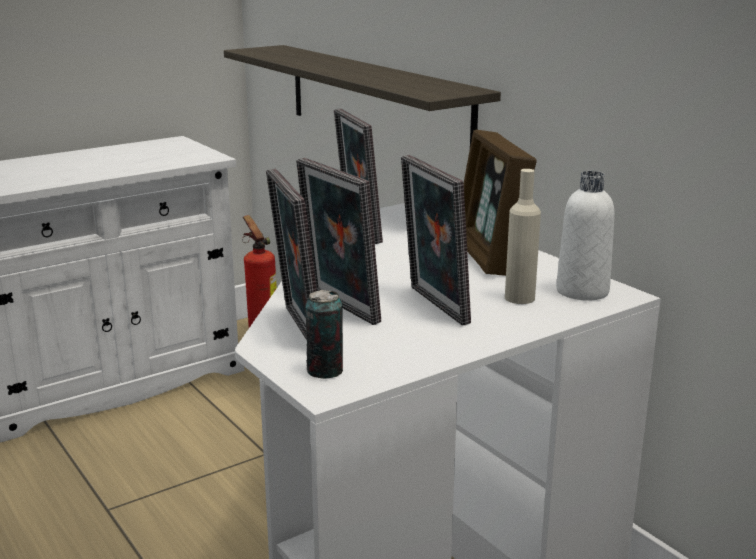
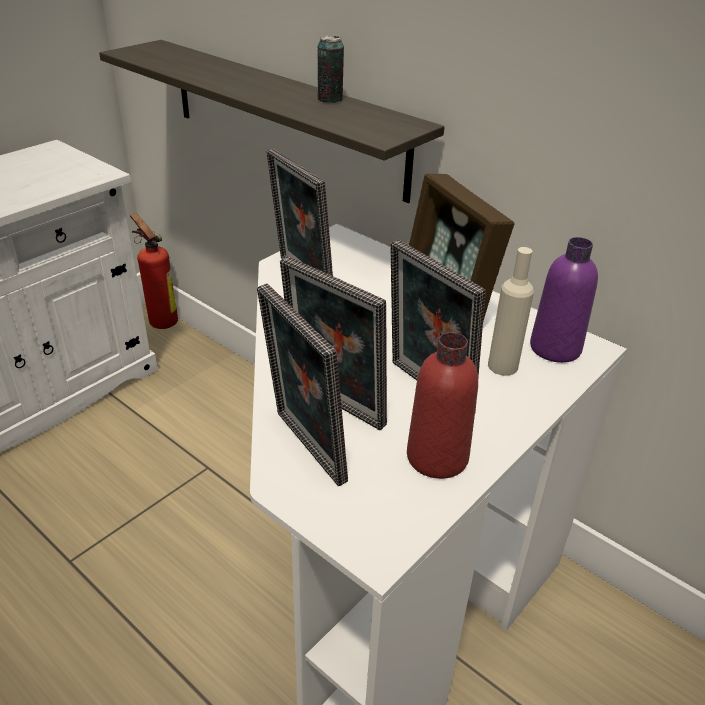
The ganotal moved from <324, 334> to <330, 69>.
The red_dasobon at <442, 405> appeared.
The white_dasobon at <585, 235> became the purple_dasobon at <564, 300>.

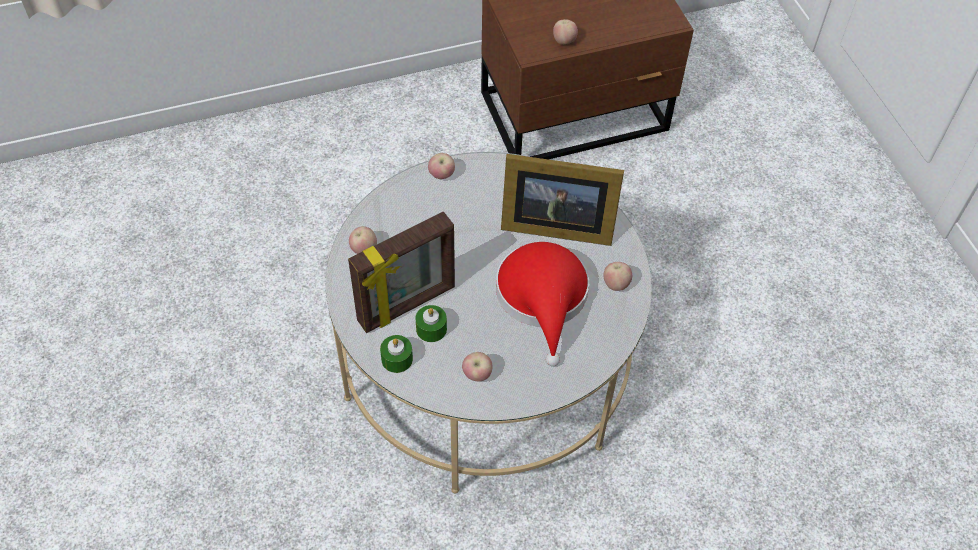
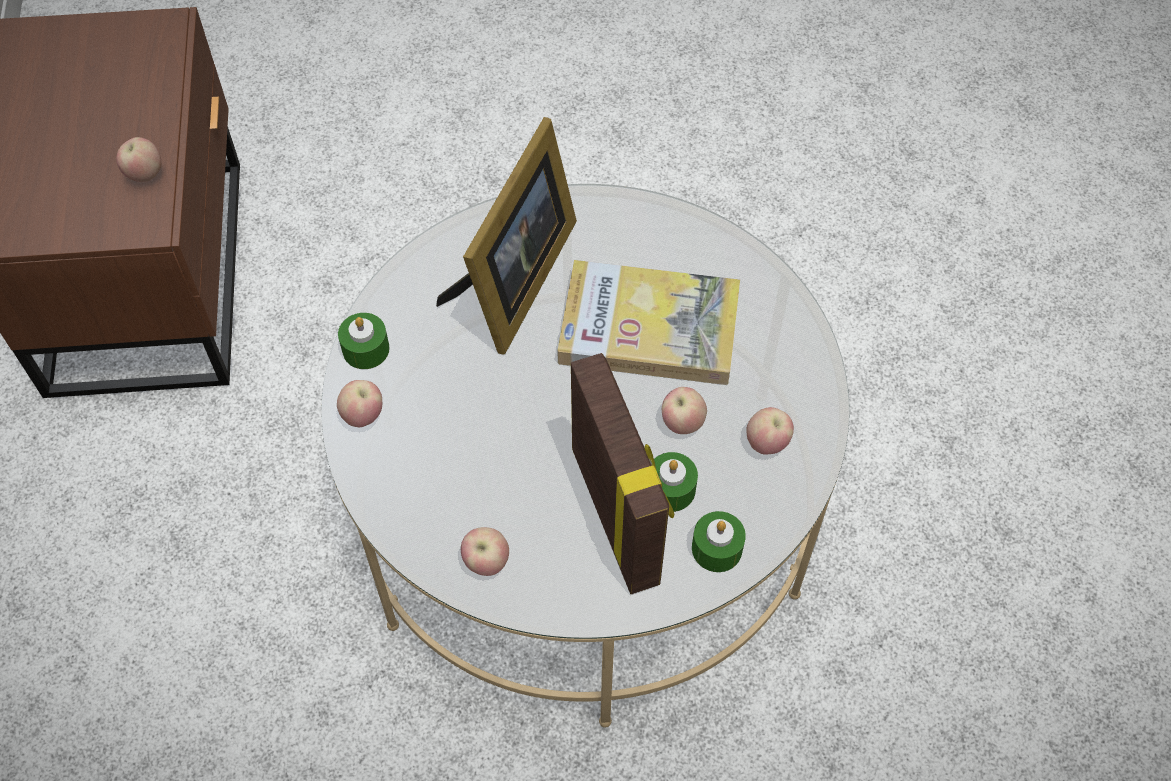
The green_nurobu at <364, 341> appeared.
The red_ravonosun at <542, 304> was replaced by the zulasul at <648, 322>.
The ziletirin moved from <617, 276> to <684, 410>.

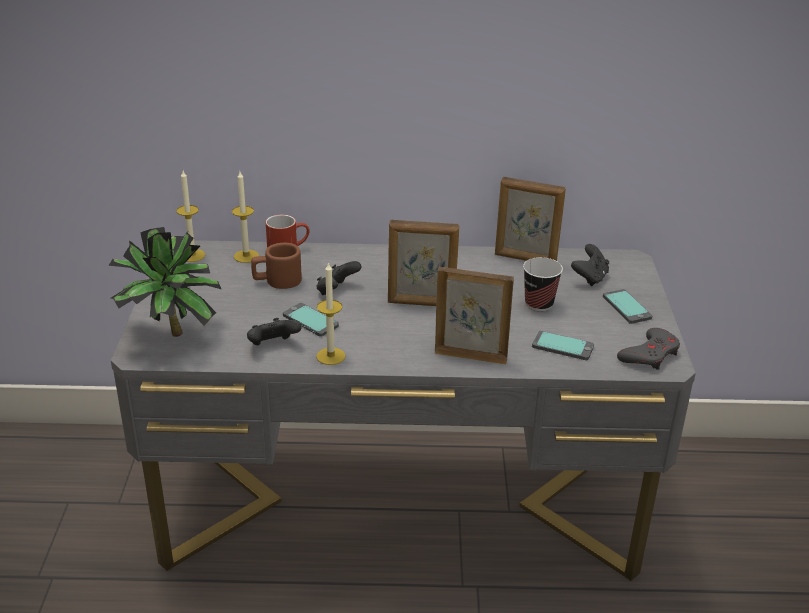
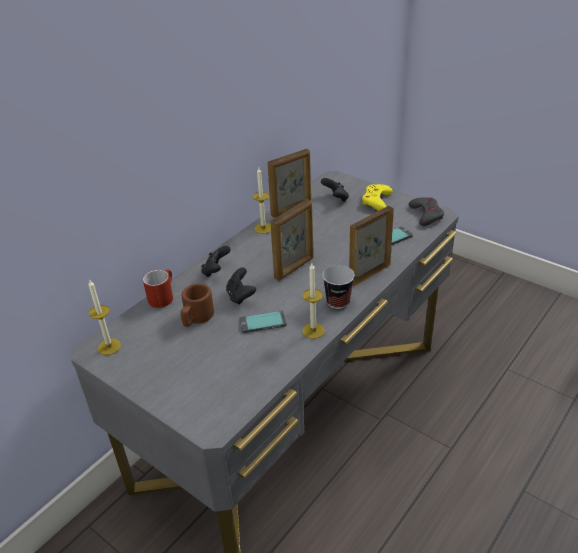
The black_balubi moved from <274, 331> to <216, 261>.
The nurobu moved from <245, 217> to <262, 201>.
The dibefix moved from <543, 284> to <338, 287>.
The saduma at <627, 306> was replaced by the yellow_balubi at <377, 197>.
The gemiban at <165, 282> disappeared.

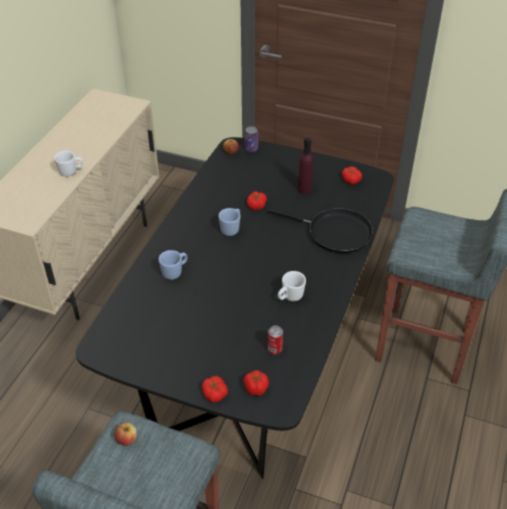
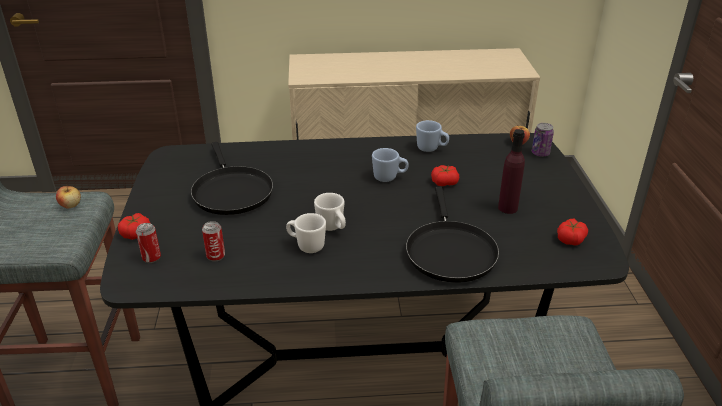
The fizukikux at <256, 383> was replaced by the ganotal at <148, 243>.
The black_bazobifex at <232, 178> appeared.
The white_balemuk moved from <69, 164> to <330, 212>.
The blue_balemuk moved from <173, 265> to <432, 136>.

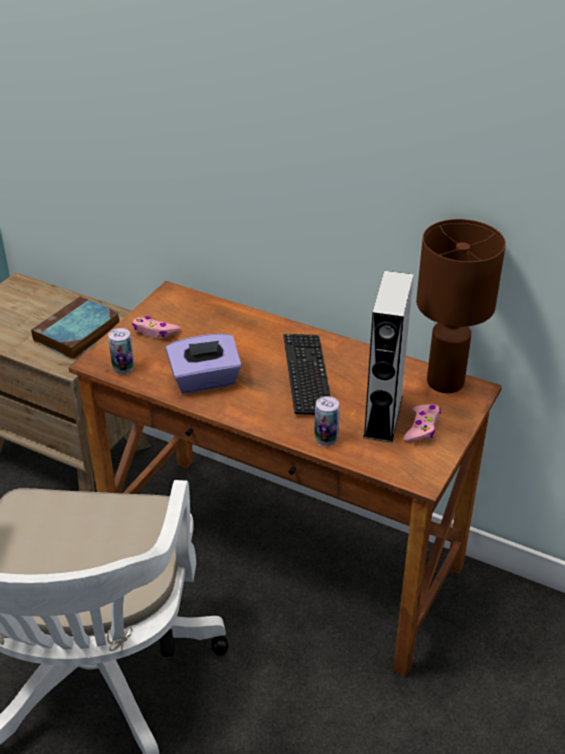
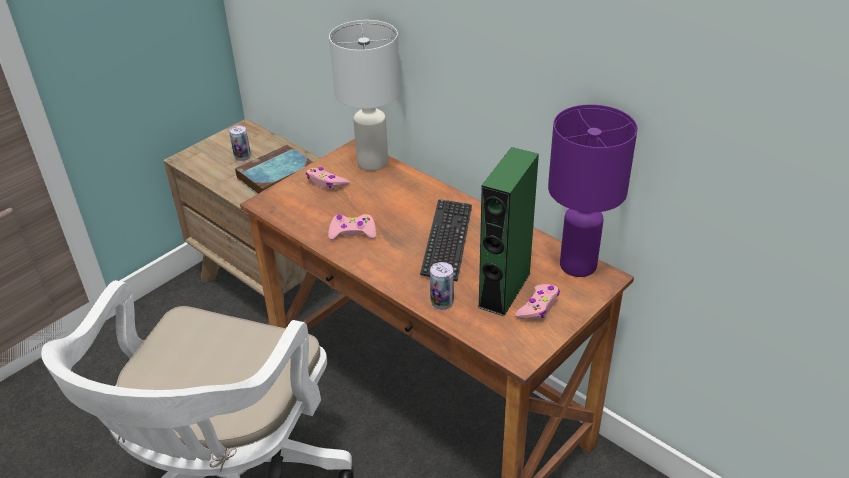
The ganotal moved from <121, 351> to <240, 143>.
The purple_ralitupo at <204, 363> was replaced by the pink_balubi at <352, 227>.
The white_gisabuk at <364, 95> appeared.
The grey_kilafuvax at <388, 357> became the green_kilafuvax at <508, 231>.
The brown_gisabuk at <461, 306> became the purple_gisabuk at <593, 190>.

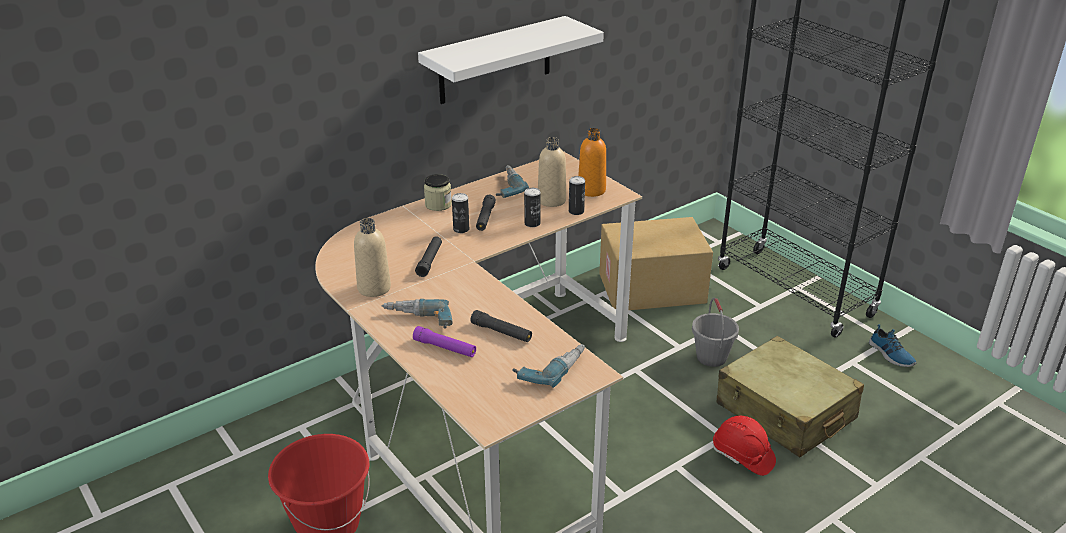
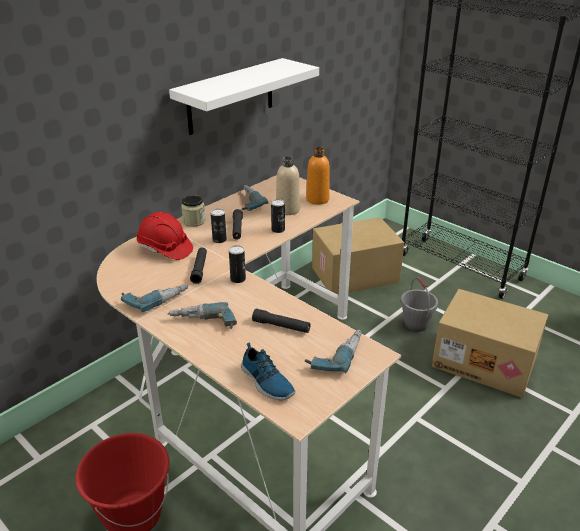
The beige_dasobon at <372, 257> was replaced by the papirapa at <155, 298>.
The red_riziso moved from <744, 446> to <165, 236>.
The ganotal moved from <577, 195> to <237, 264>.
The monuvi moved from <892, 345> to <268, 371>.
The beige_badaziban at <790, 396> was replaced by the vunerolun at <490, 343>.
The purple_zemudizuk at <444, 341> disappeared.

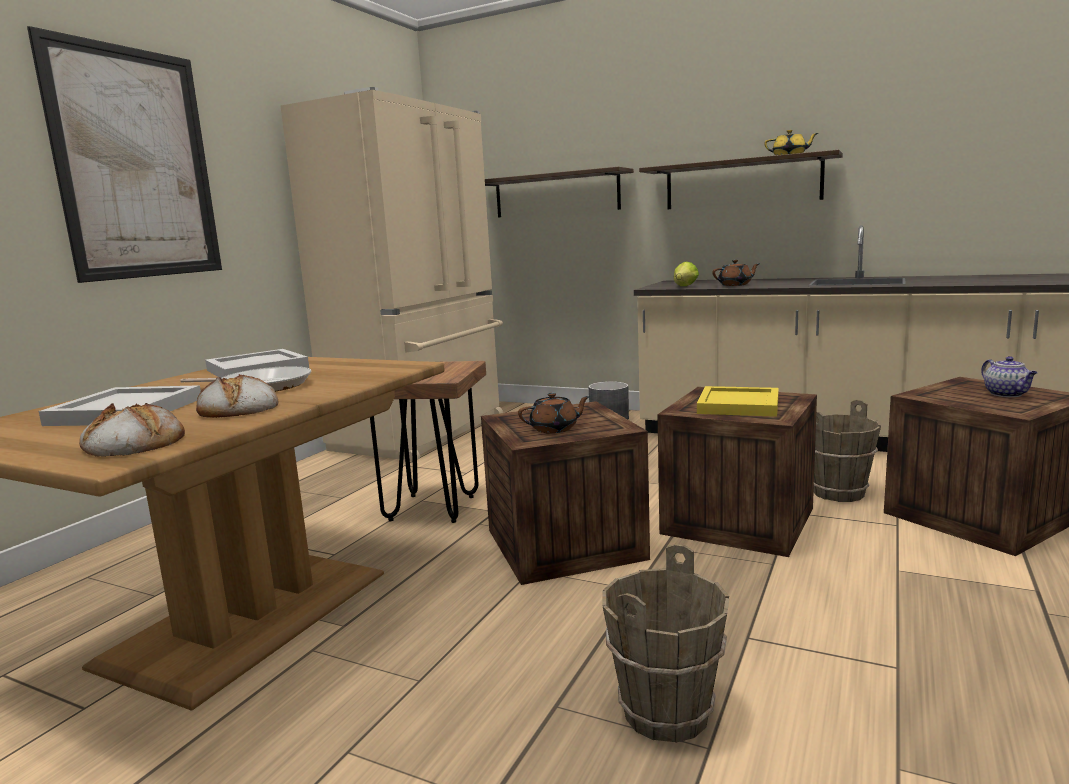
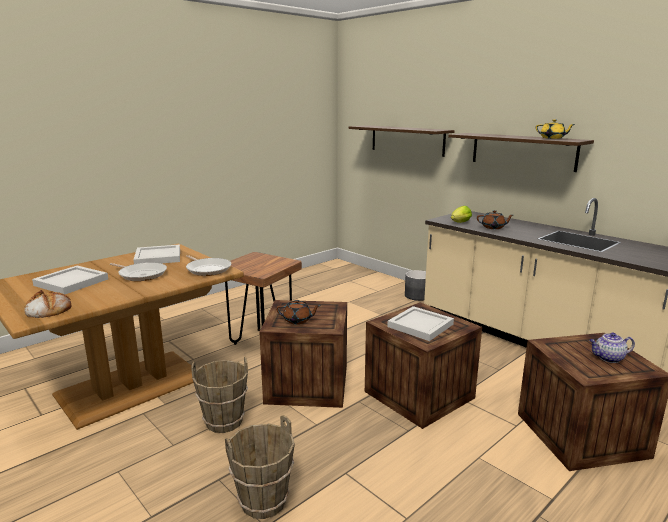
The bazobifex at <208, 265> appeared.
The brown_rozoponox moved from <847, 451> to <219, 395>.
The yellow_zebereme at <738, 401> became the white_zebereme at <420, 323>.
The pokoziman at <1009, 376> turned 75 degrees clockwise.
The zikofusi at <124, 154> disappeared.
The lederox at <237, 396> disappeared.
The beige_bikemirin at <392, 274> disappeared.

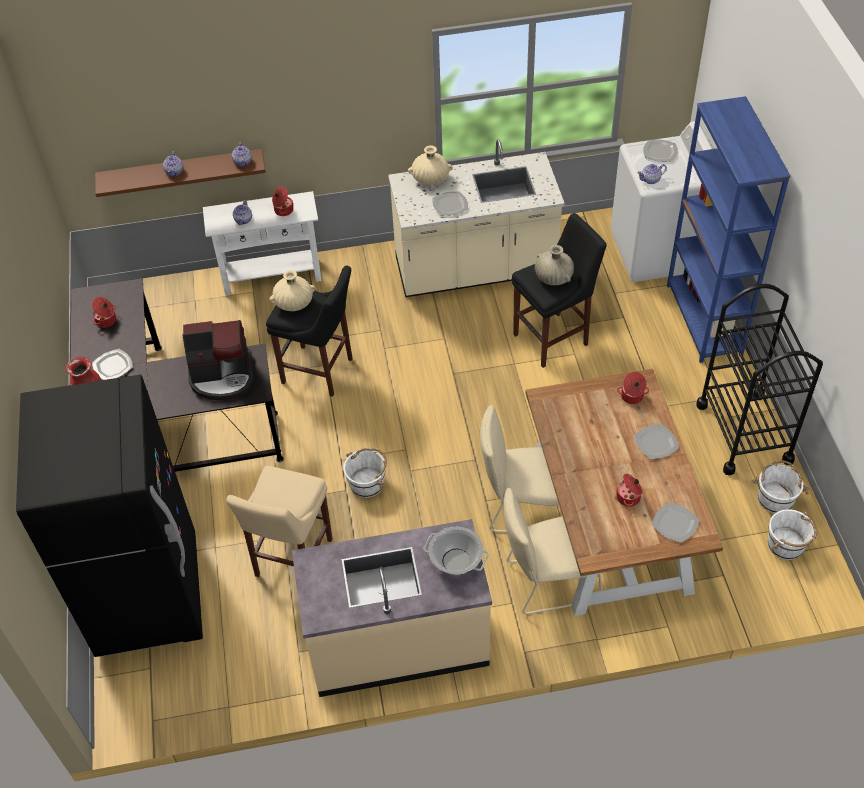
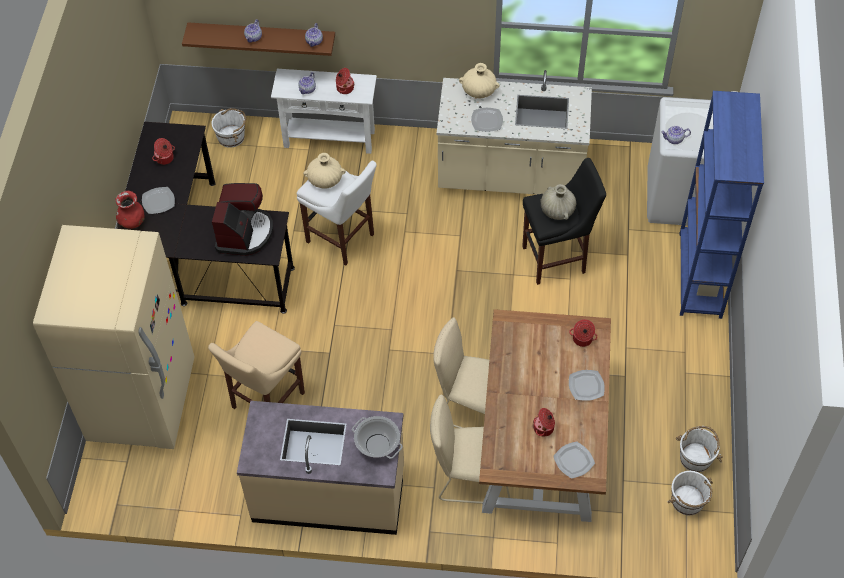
The black_bikemirin at <109, 515> became the beige_bikemirin at <114, 337>.
The white_rozoponox moved from <365, 473> to <228, 128>.
The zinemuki at <217, 360> turned 90 degrees counterclockwise.
The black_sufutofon at <309, 331> became the white_sufutofon at <337, 213>.
The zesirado at <660, 150> disappeared.
The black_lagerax at <759, 379> disappeared.

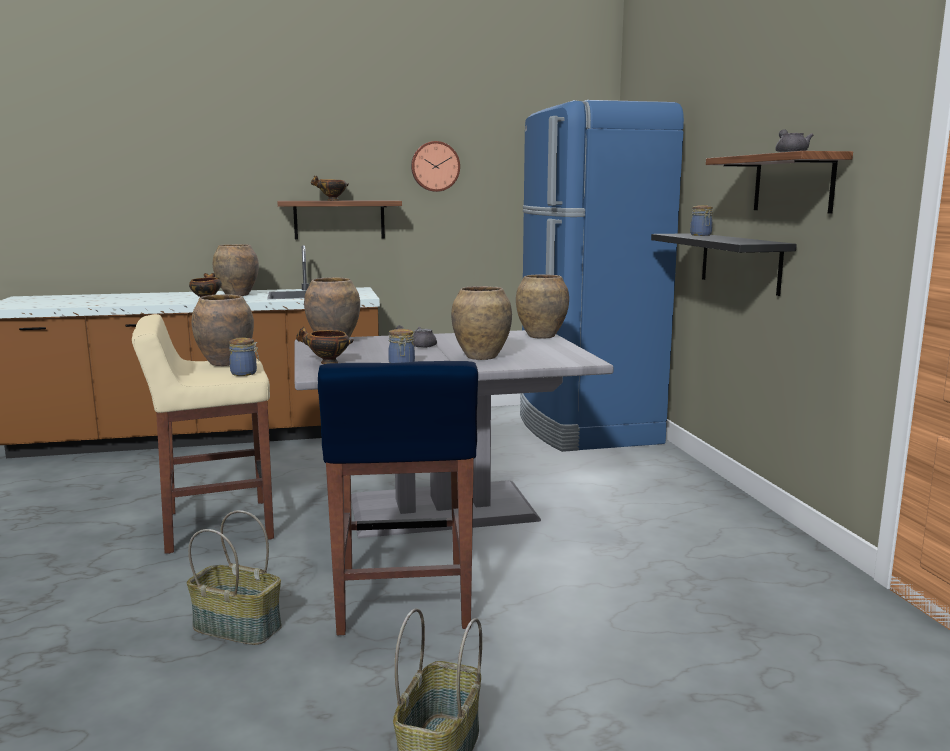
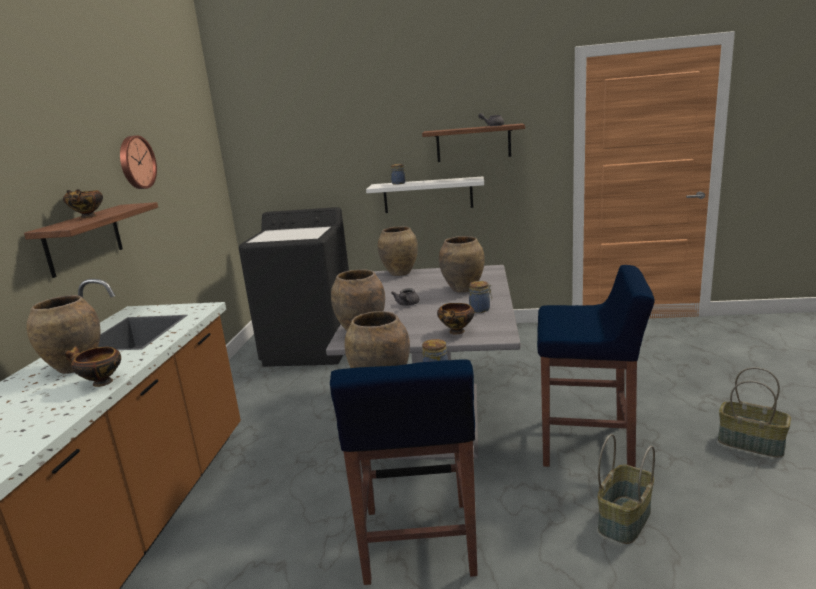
The blue_bikemirin at <602, 276> was replaced by the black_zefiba at <294, 287>.
The beige_sufutofon at <203, 434> became the blue_sufutofon at <404, 472>.
The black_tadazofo at <724, 264> became the white_tadazofo at <425, 194>.

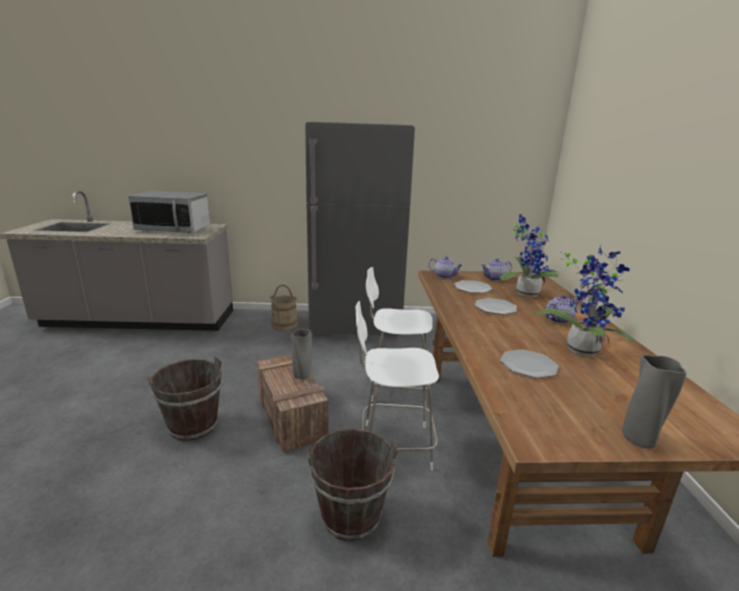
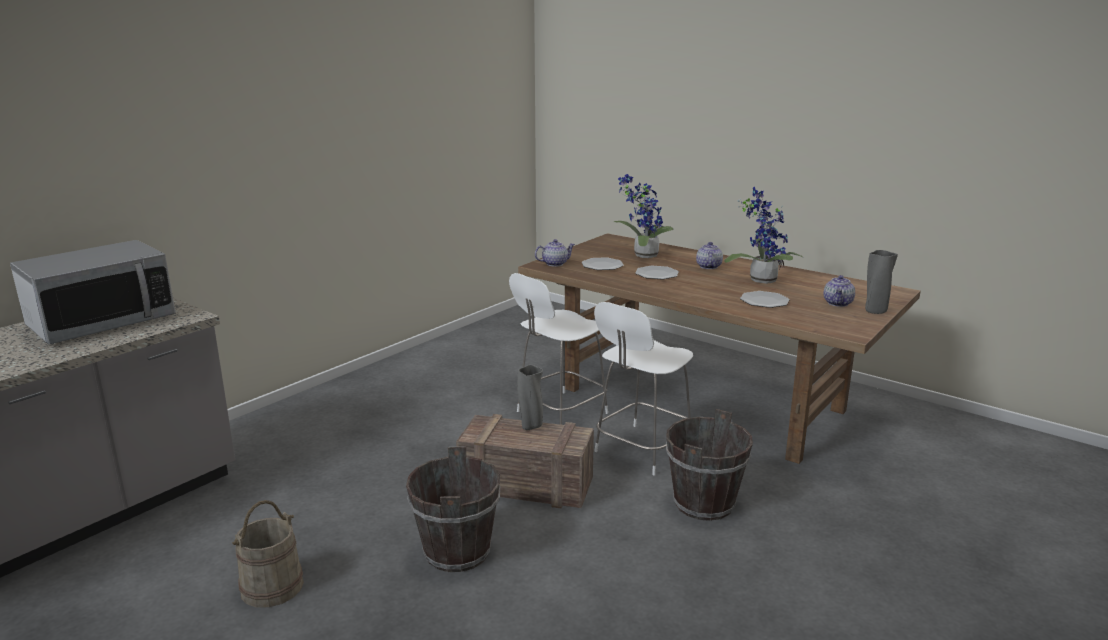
The beige_rozoponox moved from <284, 308> to <268, 554>.
The pokoziman moved from <497, 269> to <839, 291>.
The grey_bikemirin at <360, 229> disappeared.

